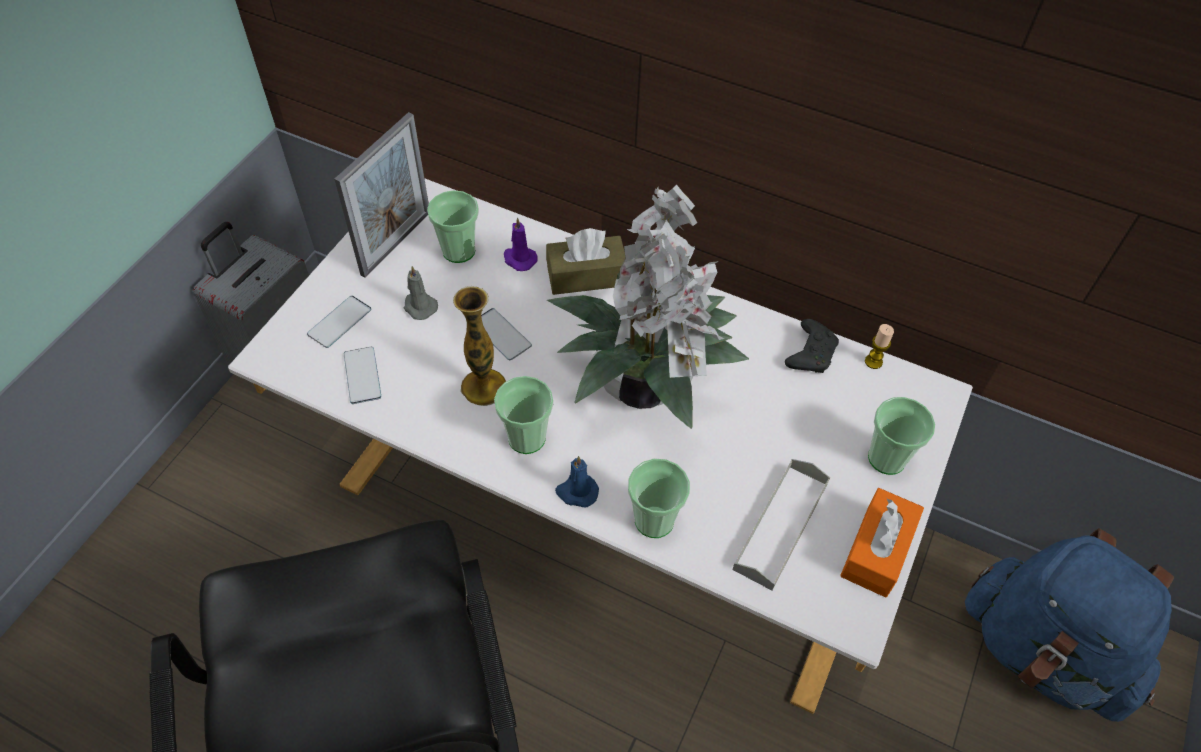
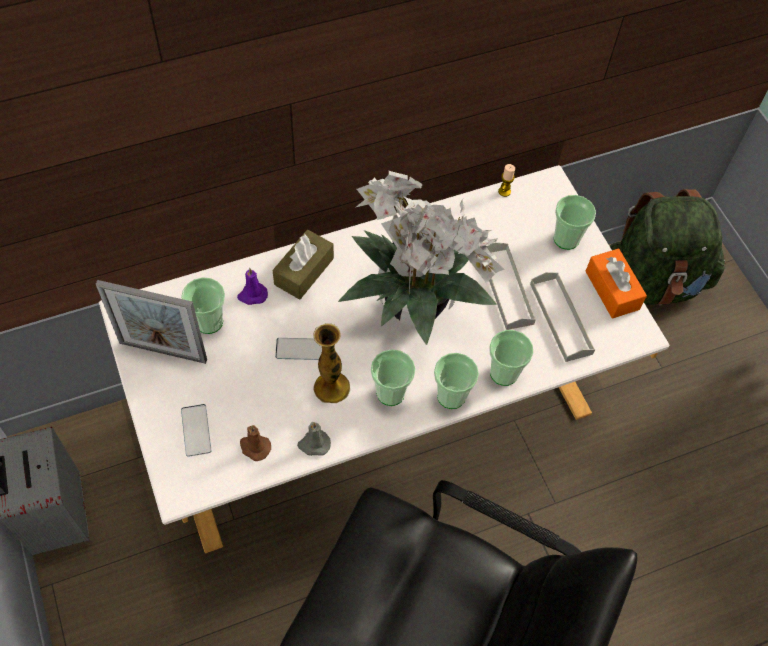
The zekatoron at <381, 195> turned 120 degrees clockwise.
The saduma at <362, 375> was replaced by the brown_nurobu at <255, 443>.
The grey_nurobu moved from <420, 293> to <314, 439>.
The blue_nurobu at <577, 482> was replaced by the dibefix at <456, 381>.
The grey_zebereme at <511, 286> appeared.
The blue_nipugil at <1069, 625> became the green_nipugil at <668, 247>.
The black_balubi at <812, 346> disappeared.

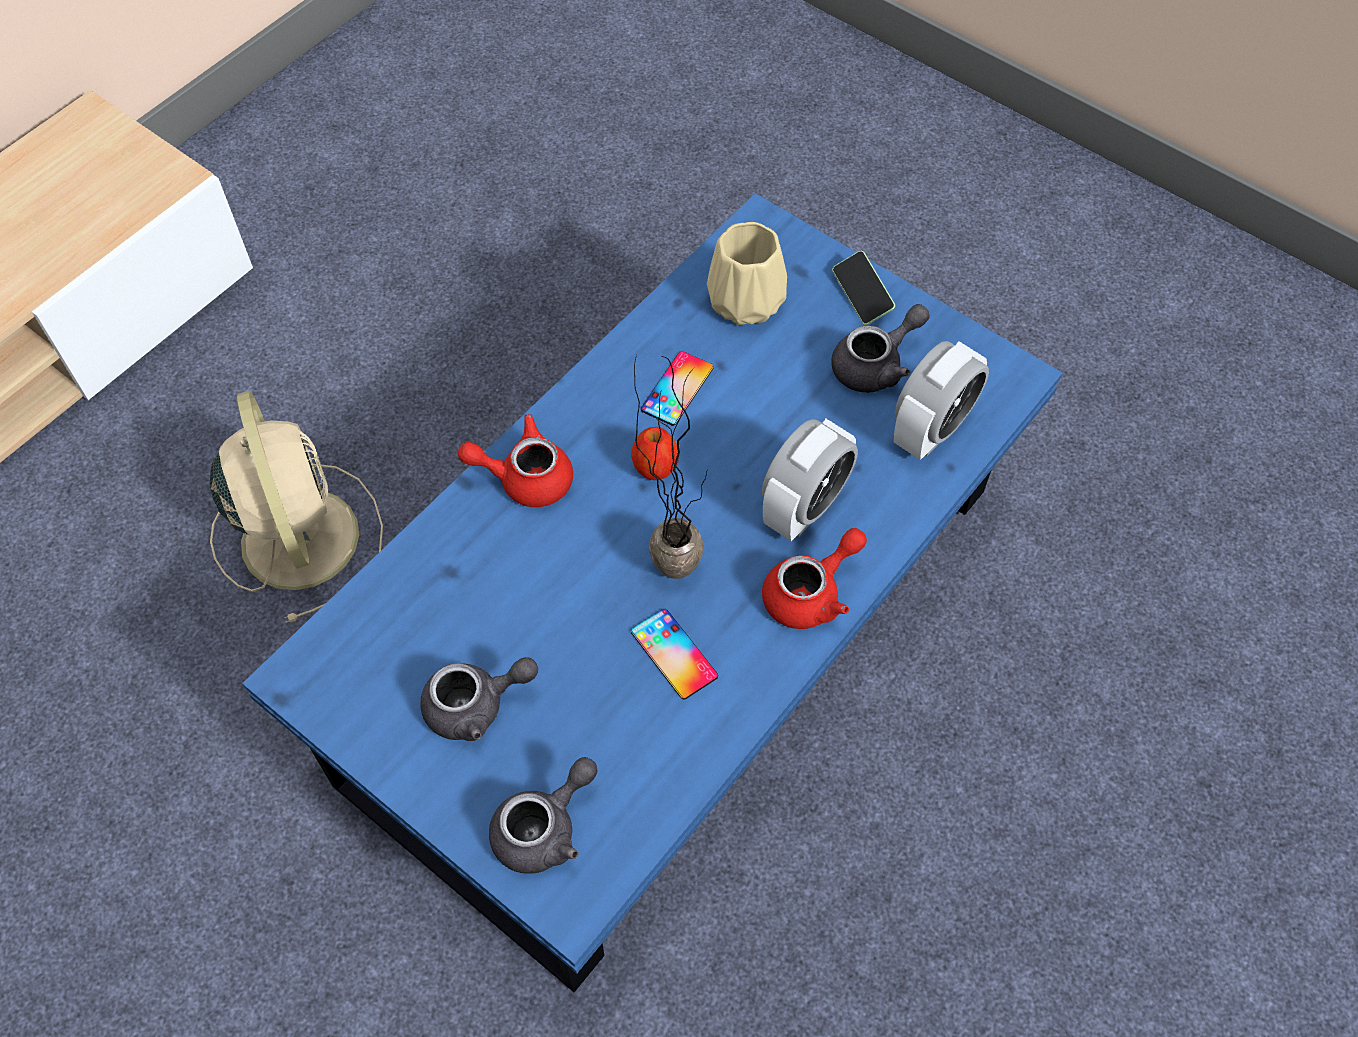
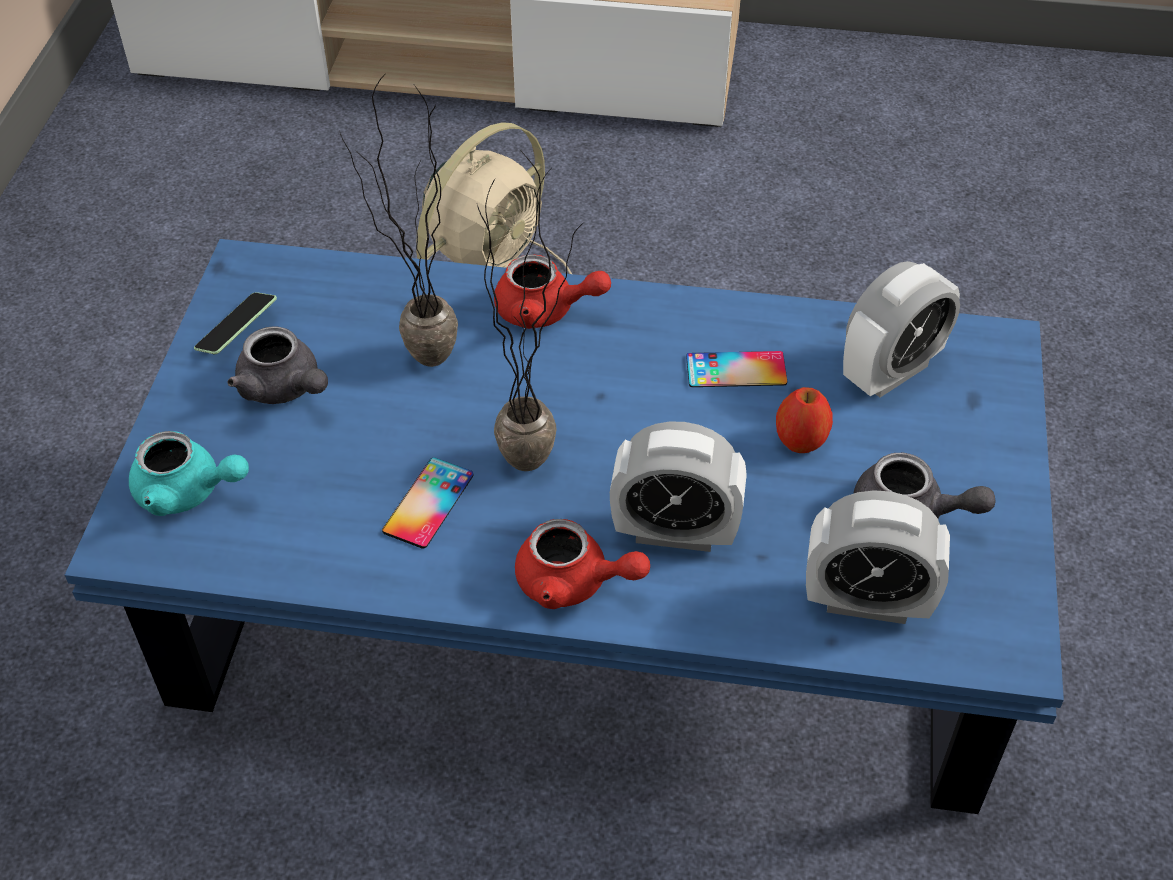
The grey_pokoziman at <543, 815> became the turquoise_pokoziman at <189, 473>.
The saduma moved from <863, 288> to <235, 323>.
The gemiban at <398, 220> appeared.
The red_pokoziman at <515, 460> turned 135 degrees clockwise.
The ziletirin moved from <655, 453> to <804, 420>.
The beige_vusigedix at <747, 273> was replaced by the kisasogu at <901, 329>.

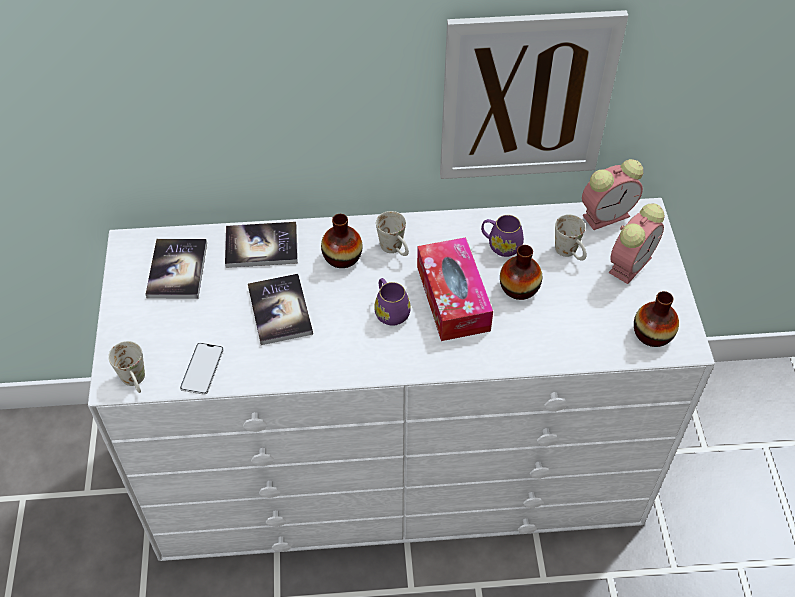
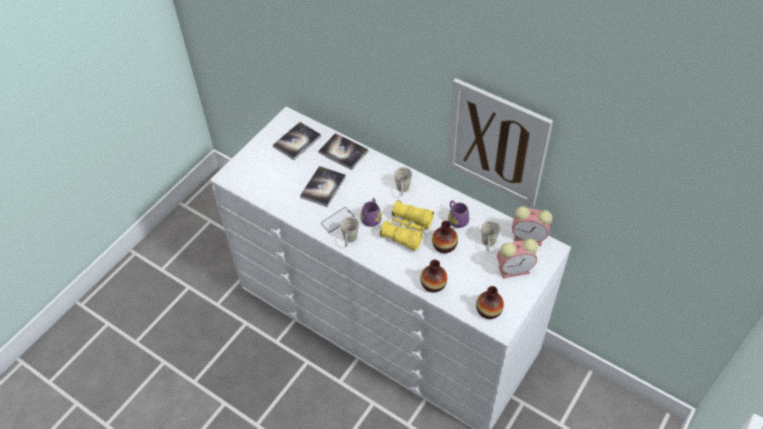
The saduma moved from <202, 369> to <337, 220>.
The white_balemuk moved from <126, 367> to <349, 232>.
The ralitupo at <455, 289> was replaced by the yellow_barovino at <407, 225>.
The vusigedix moved from <342, 241> to <433, 276>.

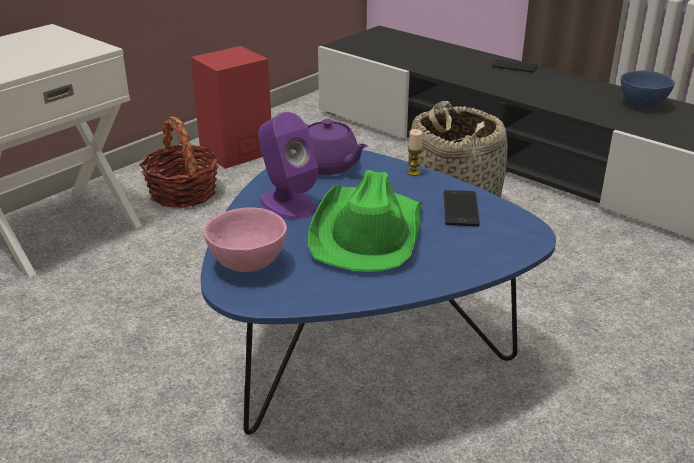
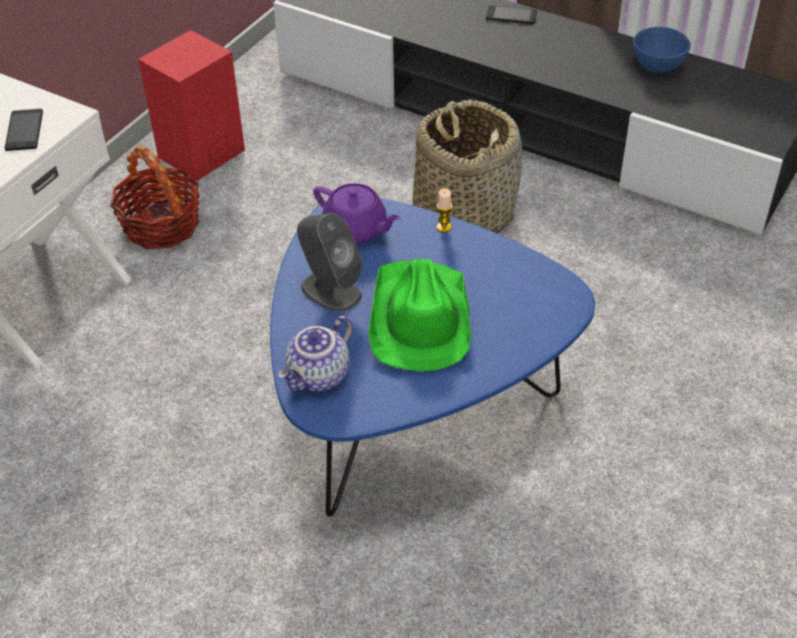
The saduma moved from <462, 208> to <24, 130>.
The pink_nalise at <245, 239> was replaced by the pokoziman at <315, 353>.
The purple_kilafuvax at <288, 166> became the grey_kilafuvax at <329, 262>.

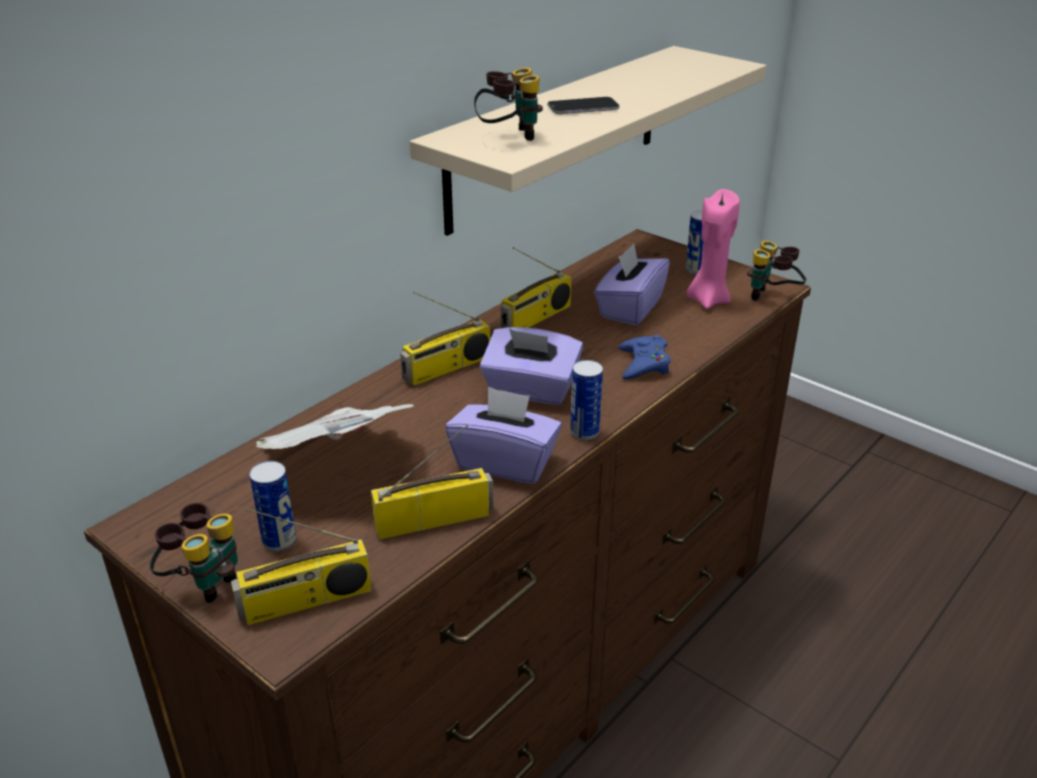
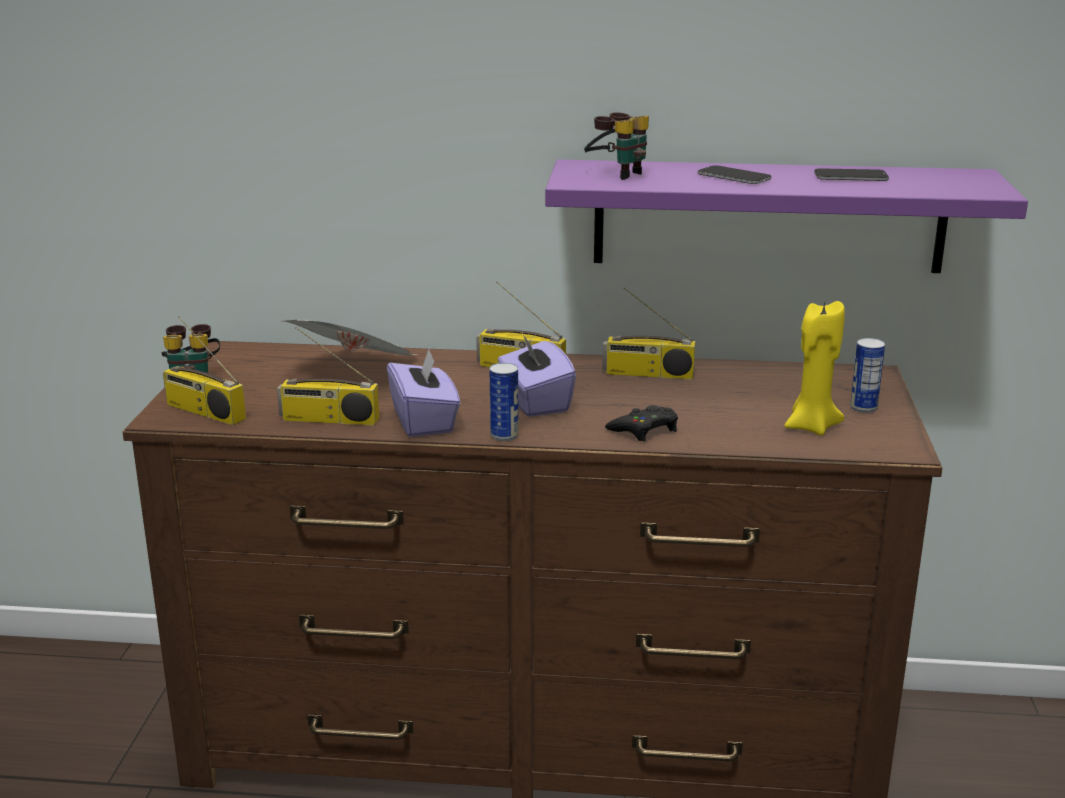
The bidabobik at <432, 481> turned 150 degrees clockwise.
The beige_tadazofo at <588, 141> became the purple_tadazofo at <786, 216>.
The blue_balubi at <644, 357> became the black_balubi at <641, 423>.
The pink_nurobu at <713, 249> became the yellow_nurobu at <814, 368>.
The saduma at <851, 174> appeared.
The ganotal at <272, 506> disappeared.
The purple_ralitupo at <632, 284> disappeared.
The barovino at <776, 271> disappeared.

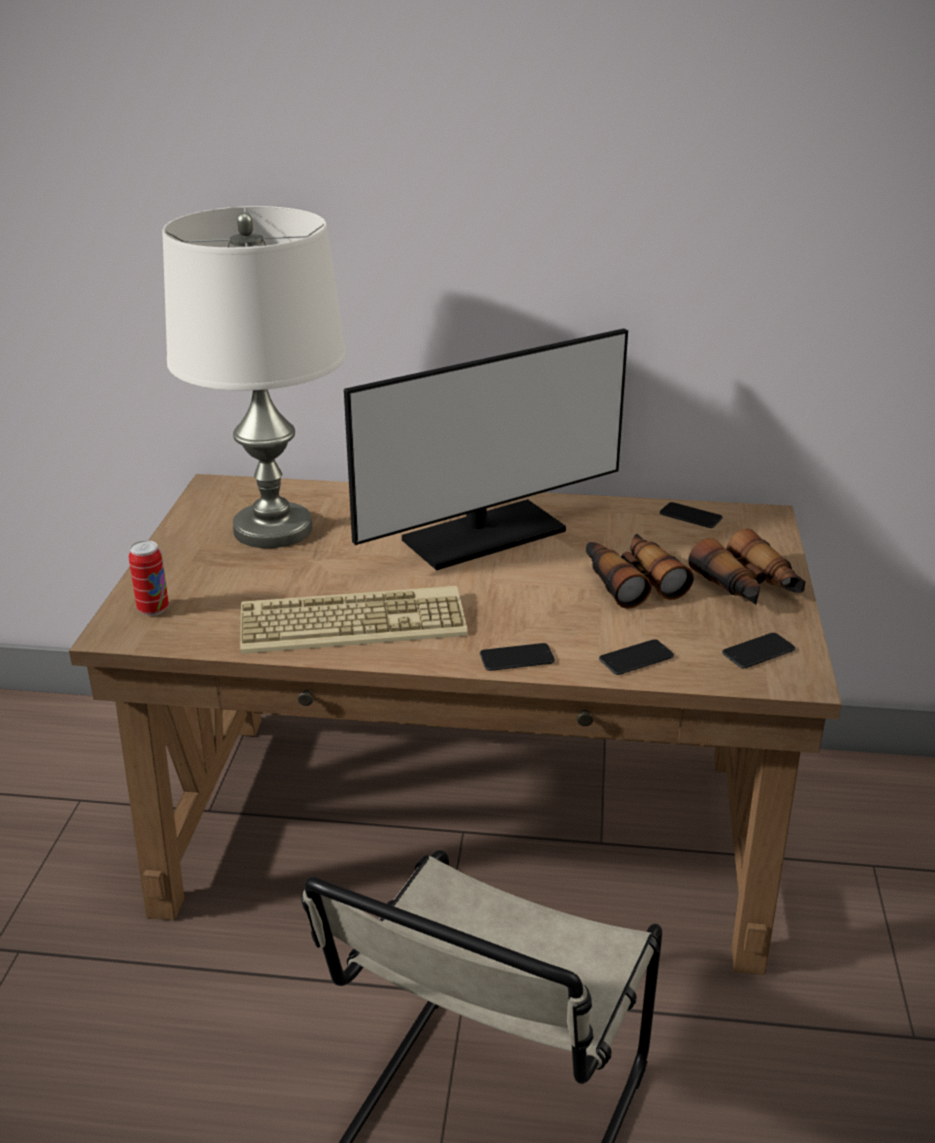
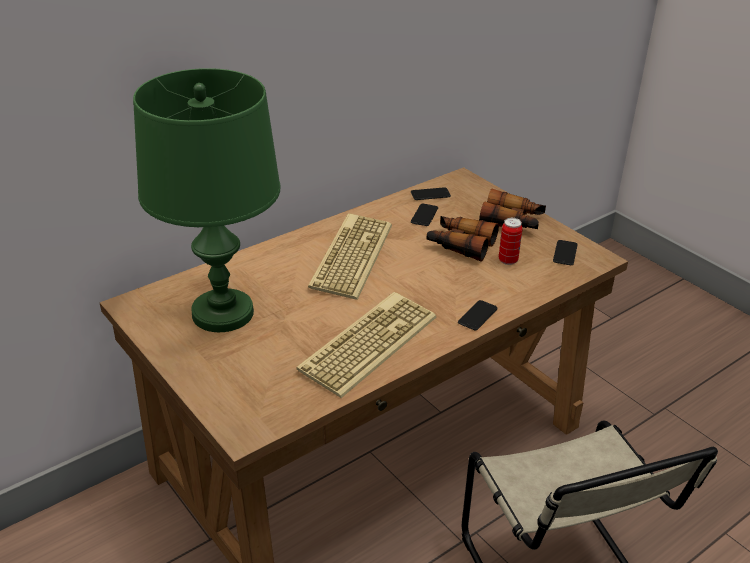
The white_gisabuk at <254, 377> became the green_gisabuk at <206, 200>.
The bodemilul at <486, 449> was replaced by the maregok at <350, 256>.
The saduma moved from <636, 657> to <424, 215>.
The ganotal moved from <149, 578> to <511, 241>.

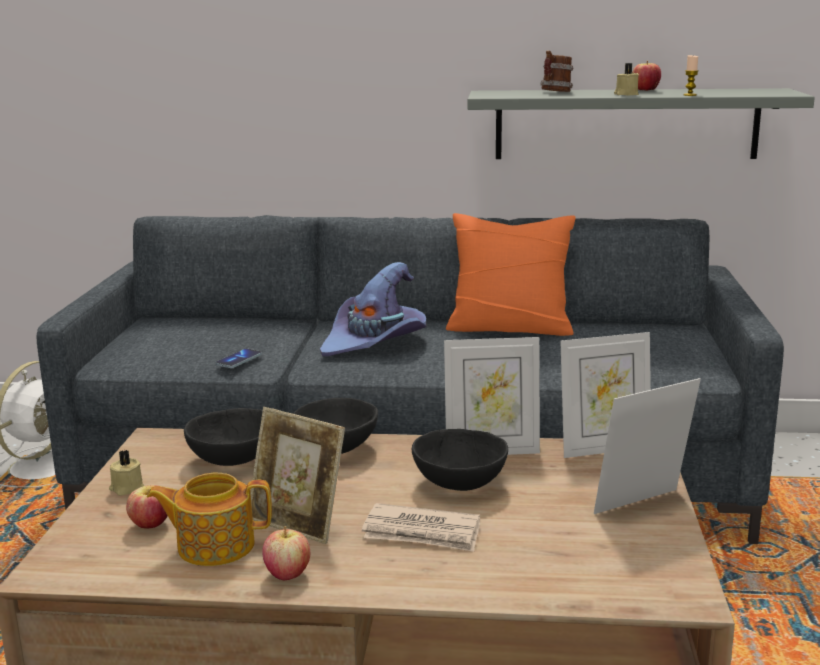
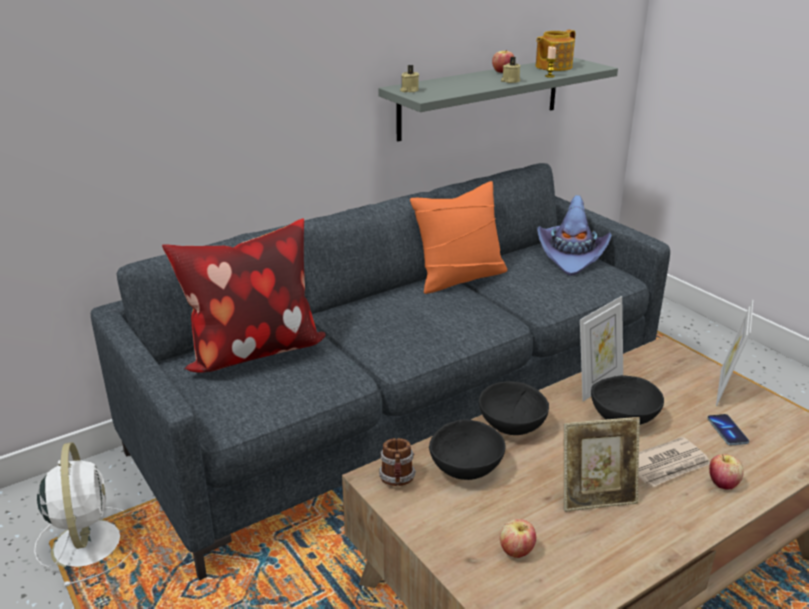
The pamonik at <244, 295> appeared.
The balemuk moved from <556, 71> to <397, 462>.
The beige_nurobu moved from <126, 473> to <409, 78>.
The pokoziman moved from <209, 519> to <555, 50>.
The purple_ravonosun moved from <373, 309> to <574, 235>.
The saduma moved from <238, 358> to <728, 429>.
The ziletirin moved from <286, 553> to <726, 472>.
The zekatoron at <605, 395> disappeared.

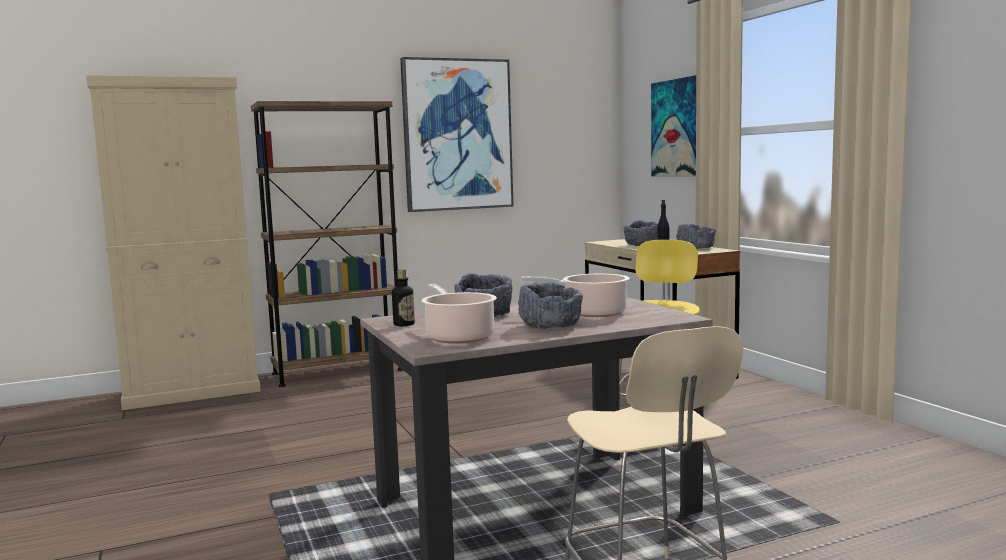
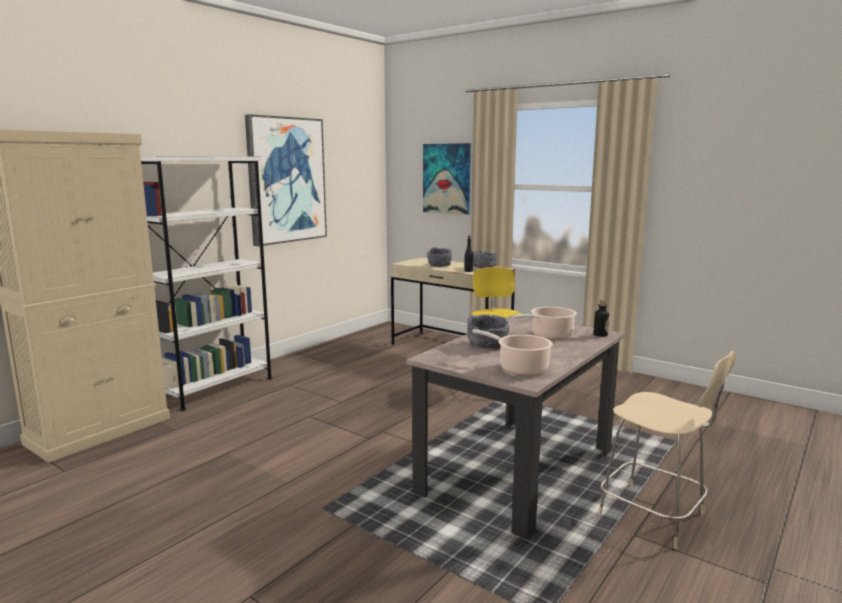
The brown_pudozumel at <327, 244> became the white_pudozumel at <207, 283>.
The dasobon moved from <403, 297> to <601, 318>.
The grey_nalise at <550, 305> disappeared.

